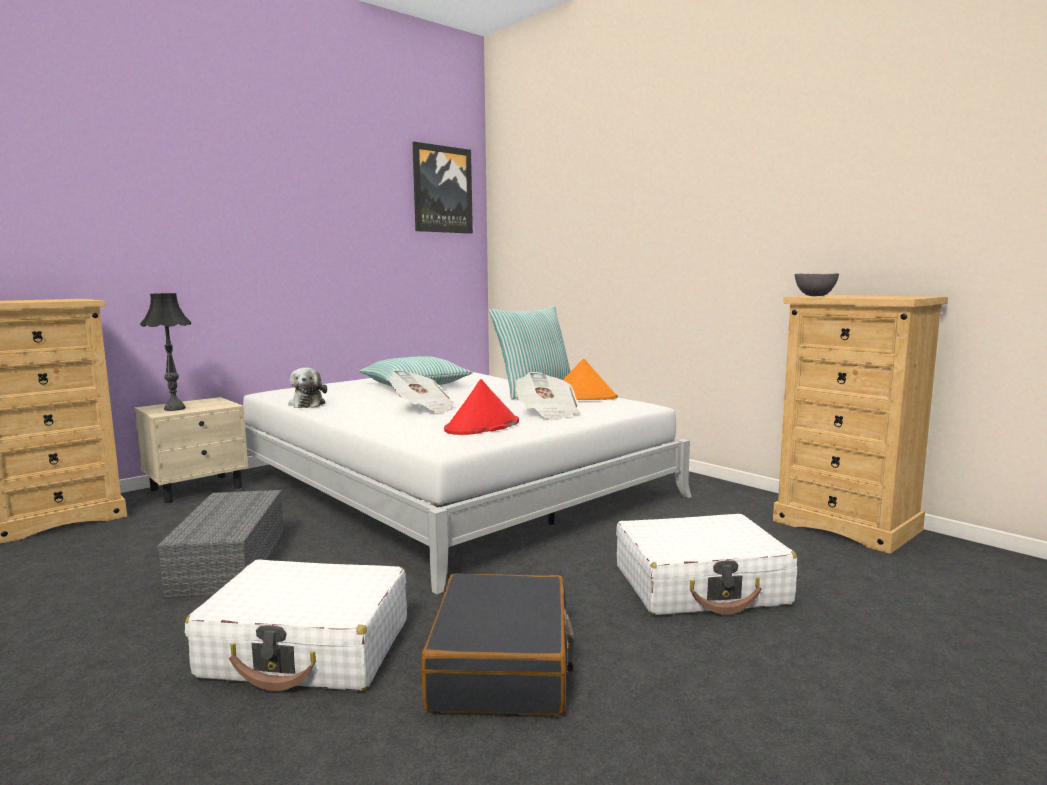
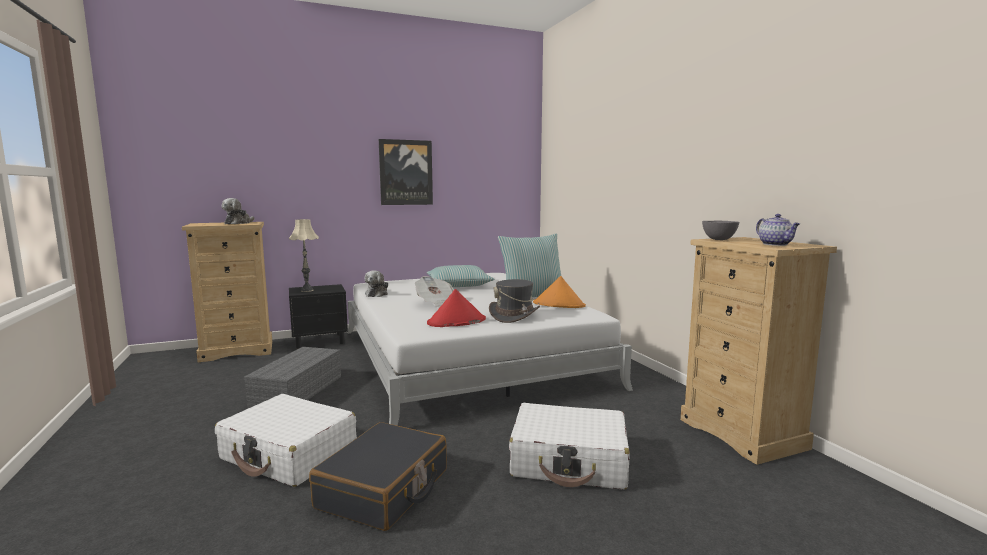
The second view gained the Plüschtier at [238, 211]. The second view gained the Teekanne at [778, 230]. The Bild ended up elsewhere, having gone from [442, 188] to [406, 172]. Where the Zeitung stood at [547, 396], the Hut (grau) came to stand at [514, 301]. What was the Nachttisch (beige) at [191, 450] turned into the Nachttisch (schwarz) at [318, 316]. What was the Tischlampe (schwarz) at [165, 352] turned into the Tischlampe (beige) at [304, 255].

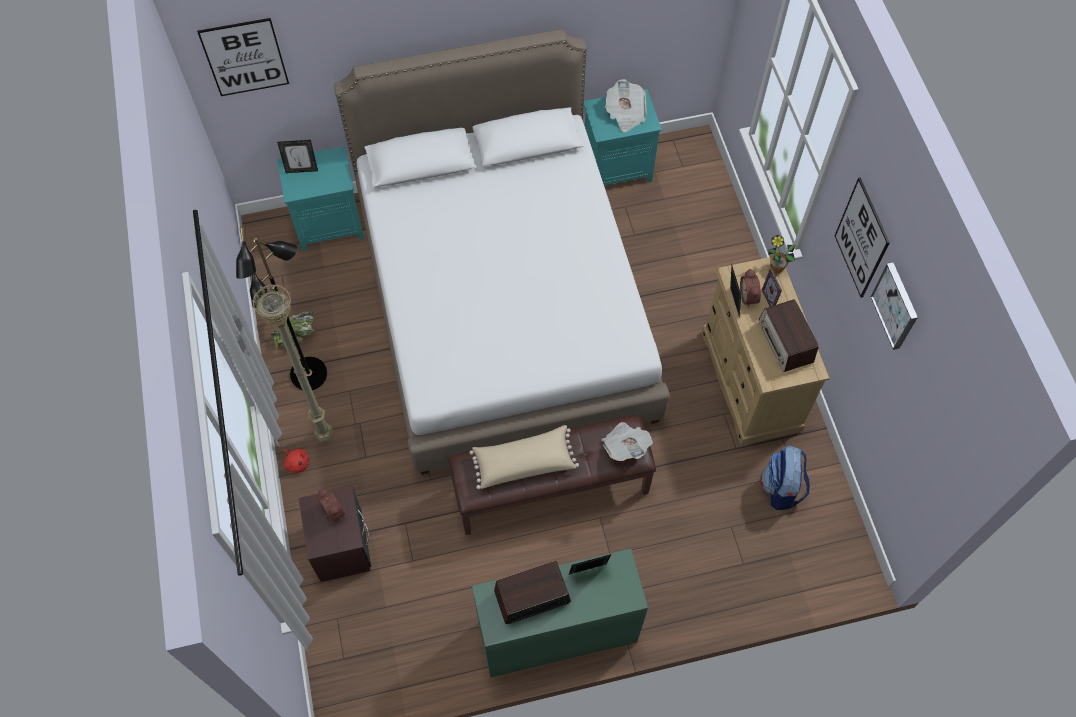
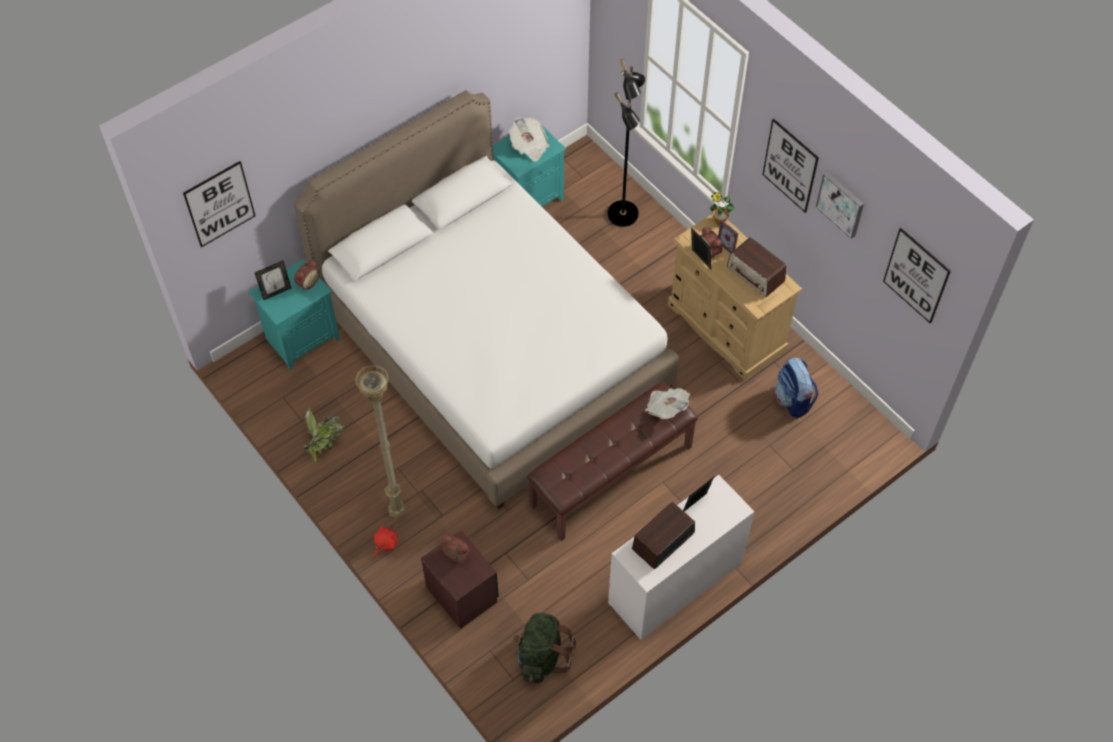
The second view lost the Kissen (beige) at [524, 457]. The second view gained the Wecker at [307, 275]. The second view gained the Rucksack (grün) at [544, 648]. The second view gained the Bild at [917, 275]. The Stehlampe (schwarz) ended up elsewhere, having gone from [281, 308] to [626, 143]. What was the Schreibtisch (grün) at [560, 613] turned into the Schreibtisch (weiß) at [681, 557]. The Plüschtier (rot) at [296, 460] ended up facing another way, 75 degrees counterclockwise from before.

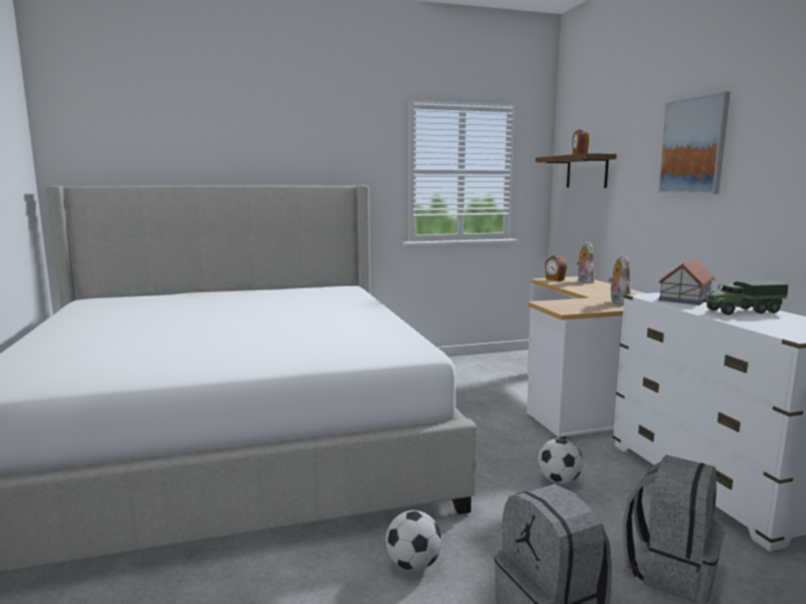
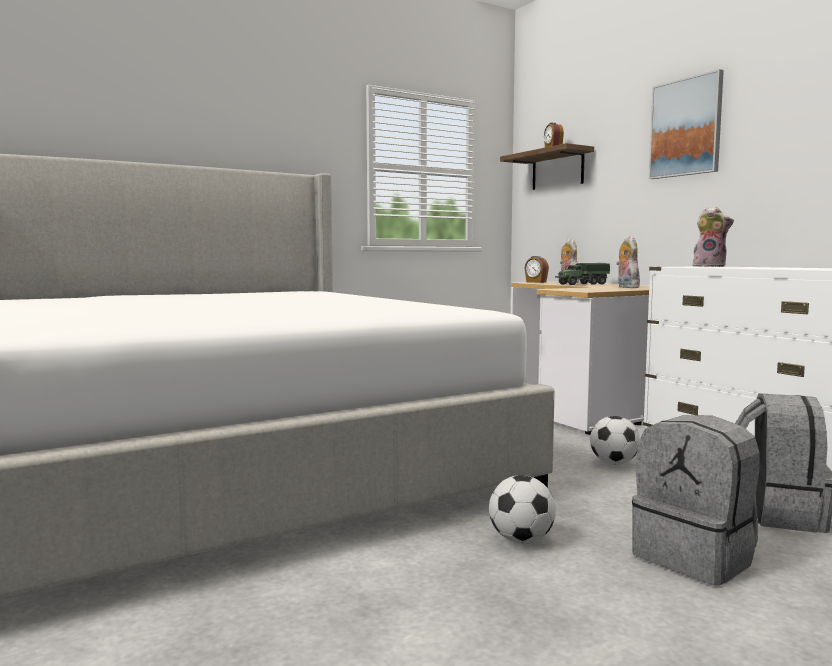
The Spielzeuglaster ended up elsewhere, having gone from [745, 298] to [582, 274]. Where the Spielzeughaus stood at [686, 281], the Plüschtier came to stand at [713, 237].

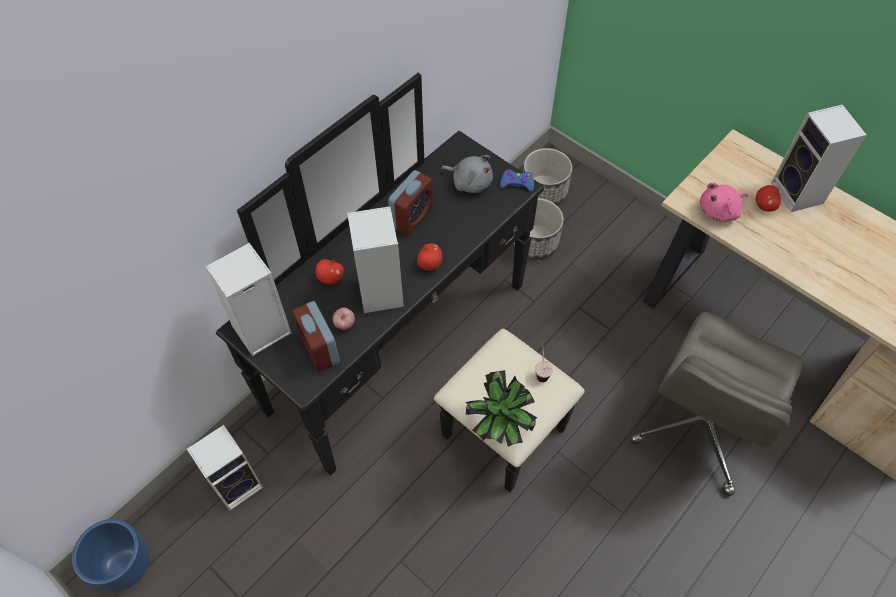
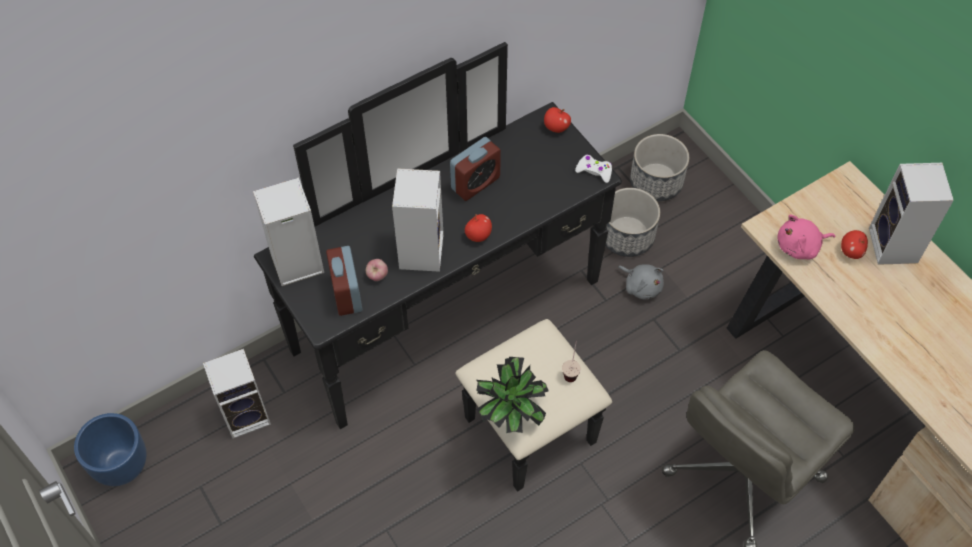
The Apfel ended up elsewhere, having gone from [329, 272] to [557, 120]. The Plüschtier (grau) ended up elsewhere, having gone from [467, 174] to [641, 282]. What was the Gamepad (blau) at [517, 180] turned into the Gamepad (weiß) at [593, 169].

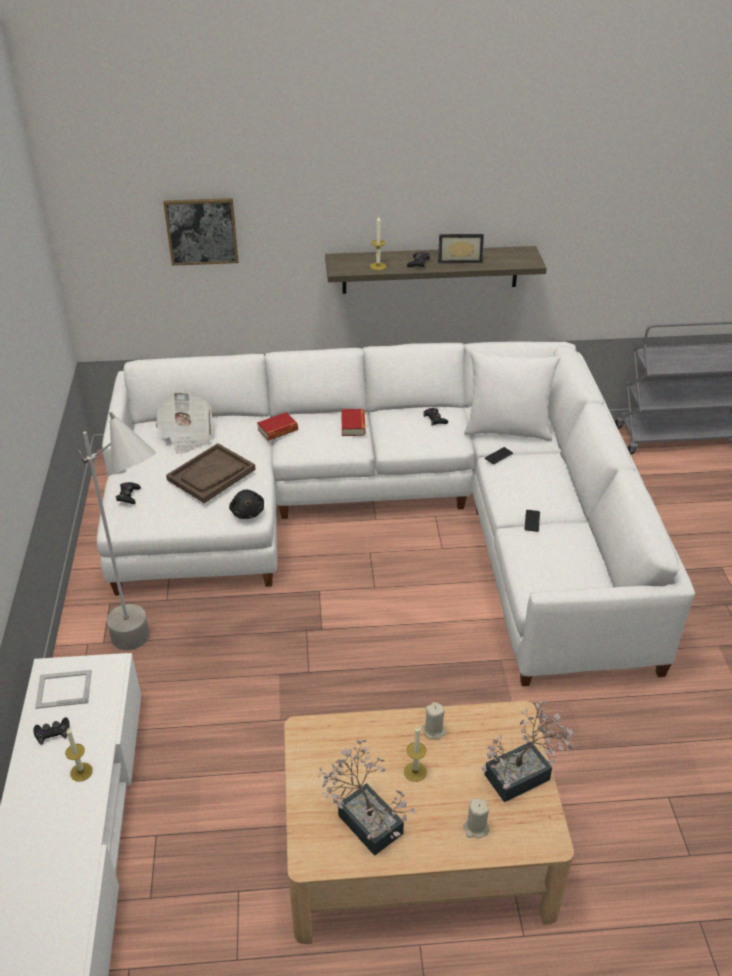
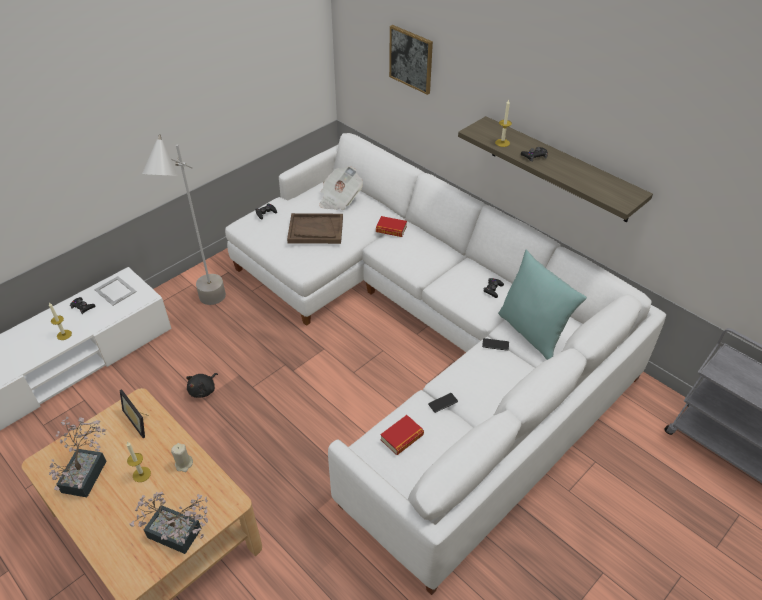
The second view lost the Kerze (beige) at [476, 818]. The Plüschtier (schwarz) ended up elsewhere, having gone from [246, 504] to [202, 385]. The Buch ended up elsewhere, having gone from [353, 422] to [402, 435]. The Bilderrahmen ended up elsewhere, having gone from [461, 248] to [134, 413]. What was the Kissen (weiß) at [512, 396] turned into the Kissen (türkis) at [542, 305].

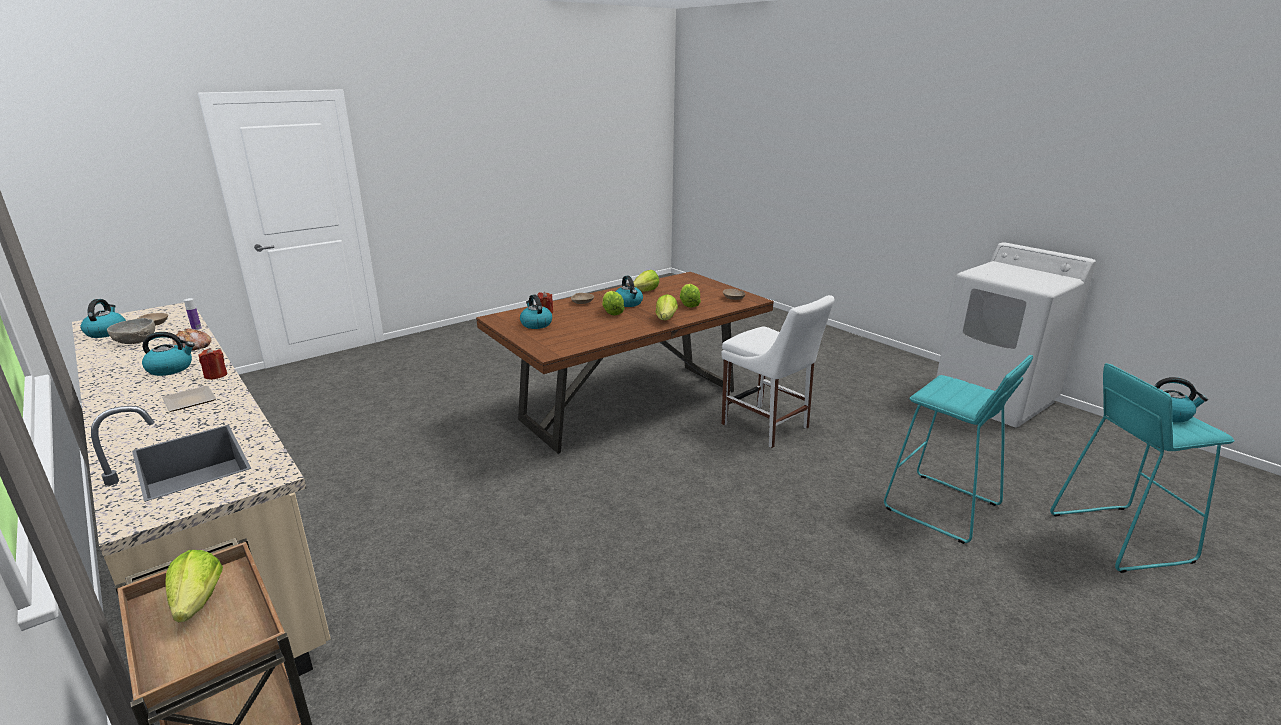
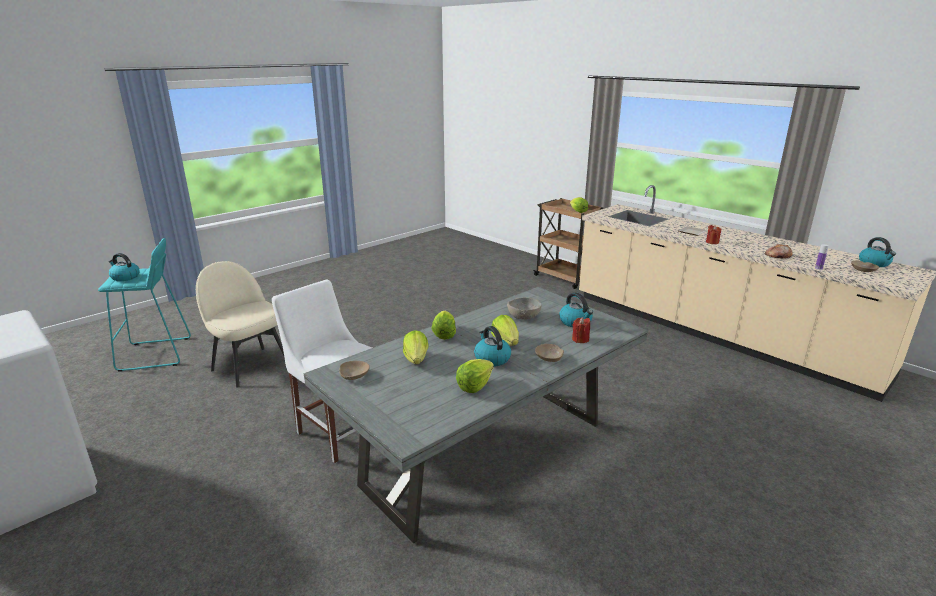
The second view lost the Wasserkessel at [168, 354]. The Schüssel (grau) ended up elsewhere, having gone from [131, 331] to [524, 309]. Where the Hocker (türkis) stood at [958, 449], the Stuhl (beige) came to stand at [240, 324]. What was the Esstisch (braun) at [625, 363] turned into the Esstisch (grau) at [475, 415].

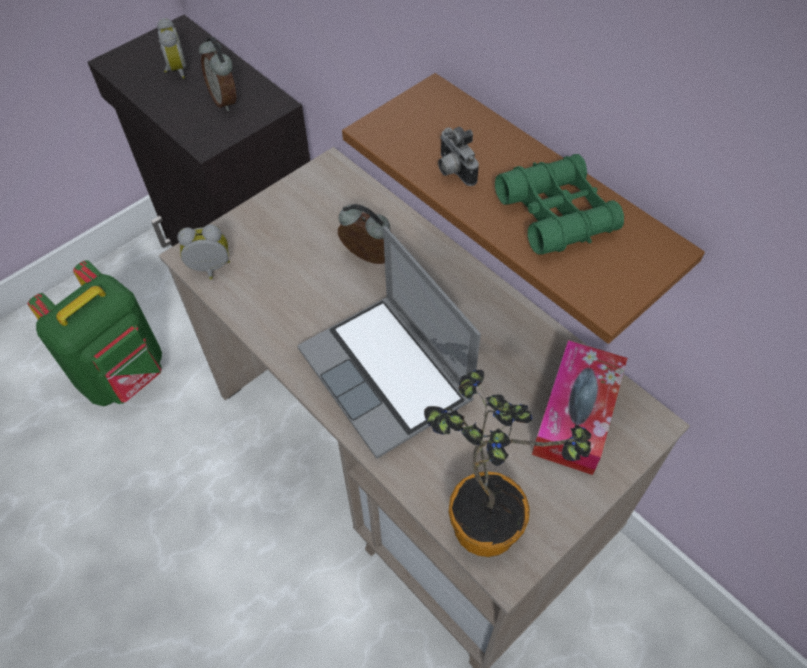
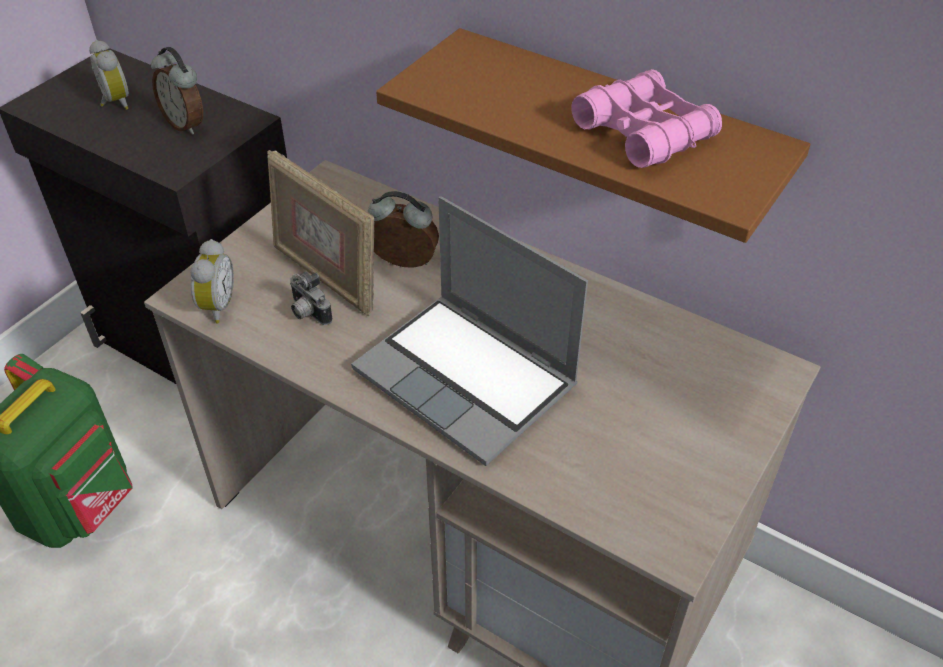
The second view lost the Topfpflanze at [507, 463]. The second view lost the Taschentuchbox at [579, 407]. The second view gained the Bilderrahmen at [321, 233]. The Kamera ended up elsewhere, having gone from [458, 156] to [311, 298]. What was the Fernglas (grün) at [559, 204] turned into the Fernglas (rosa) at [646, 118]. The Wecker at [203, 252] ended up facing another way, 120 degrees clockwise from before.

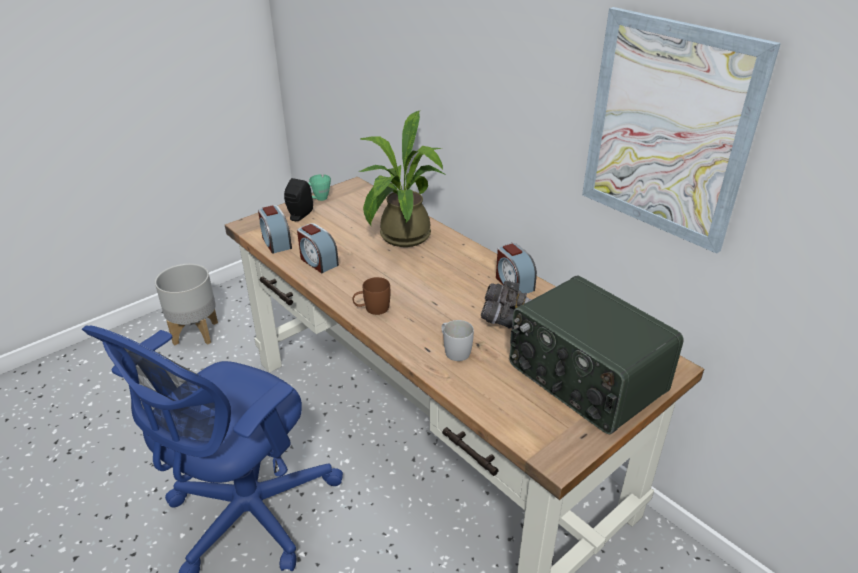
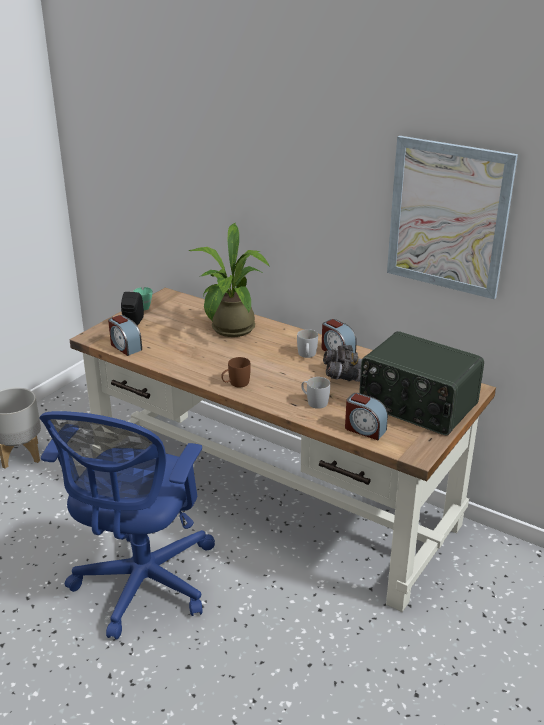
The second view gained the Henkelbecher (weiß) at [307, 343]. The Wecker ended up elsewhere, having gone from [318, 248] to [366, 416].

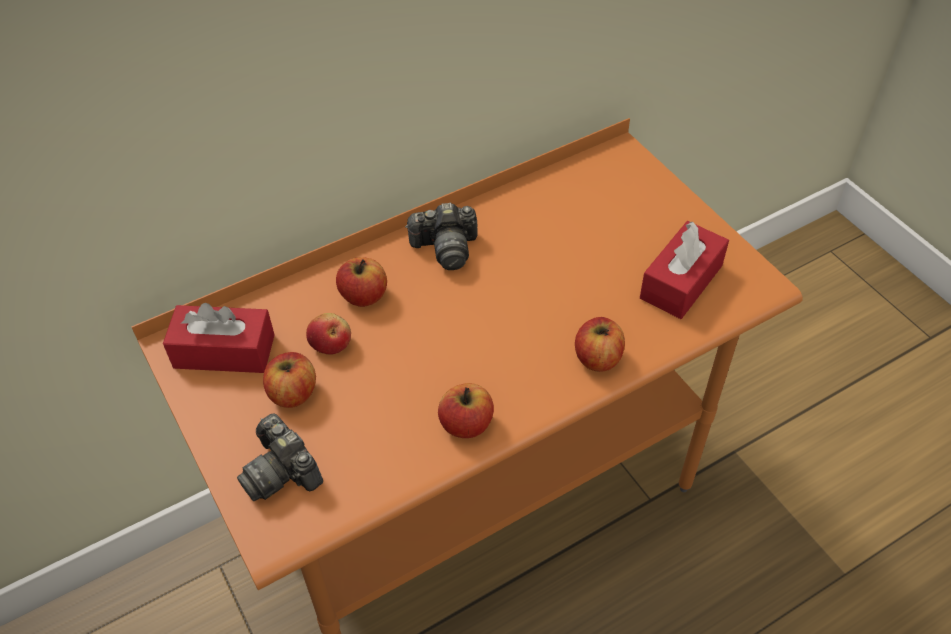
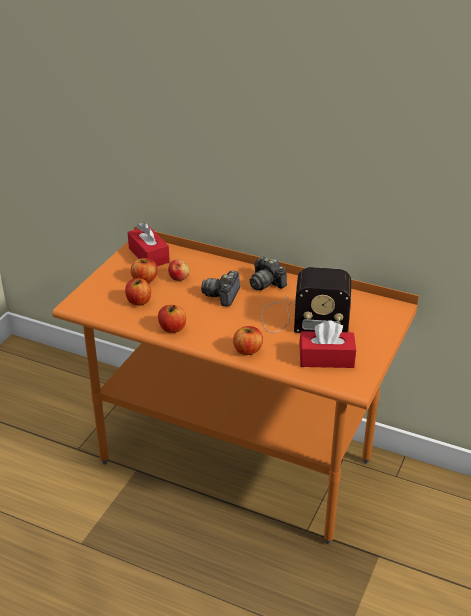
The second view gained the Radio at [306, 300]. The Kamera ended up elsewhere, having gone from [280, 457] to [220, 288]. The Apfel ended up elsewhere, having gone from [361, 282] to [138, 292].

